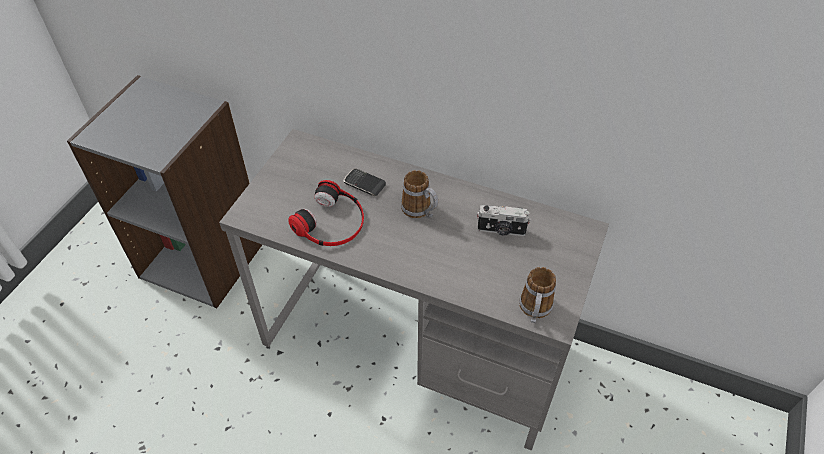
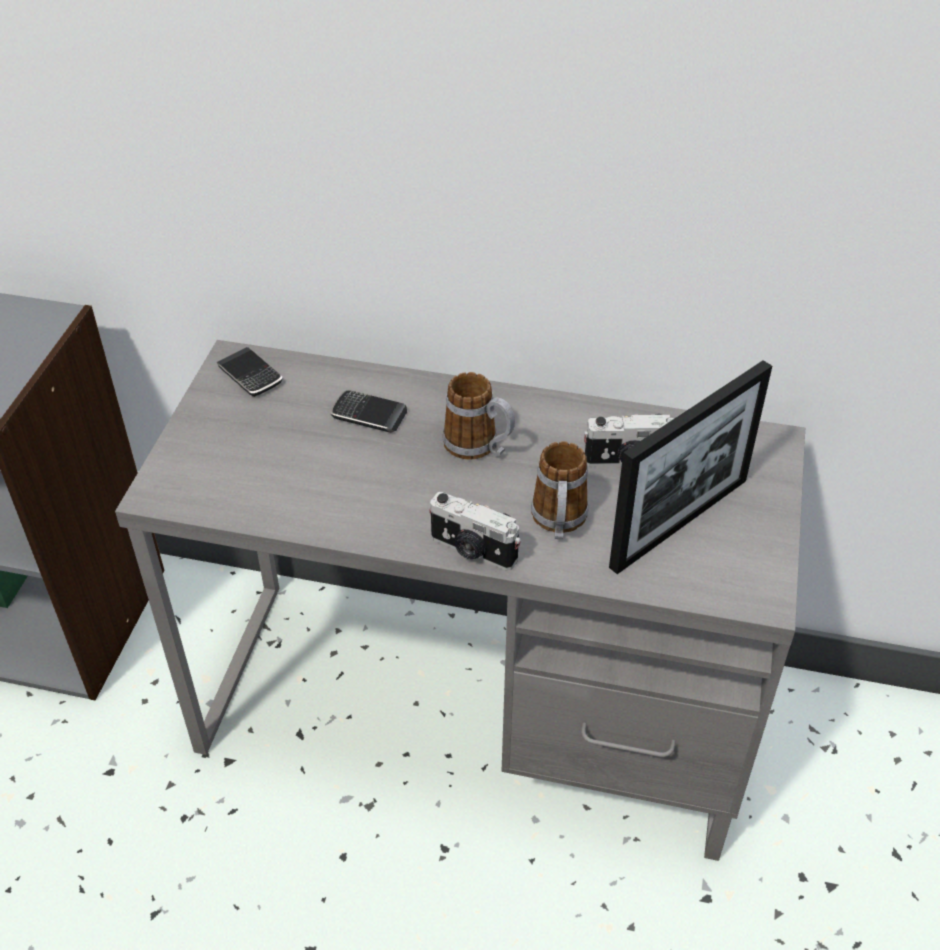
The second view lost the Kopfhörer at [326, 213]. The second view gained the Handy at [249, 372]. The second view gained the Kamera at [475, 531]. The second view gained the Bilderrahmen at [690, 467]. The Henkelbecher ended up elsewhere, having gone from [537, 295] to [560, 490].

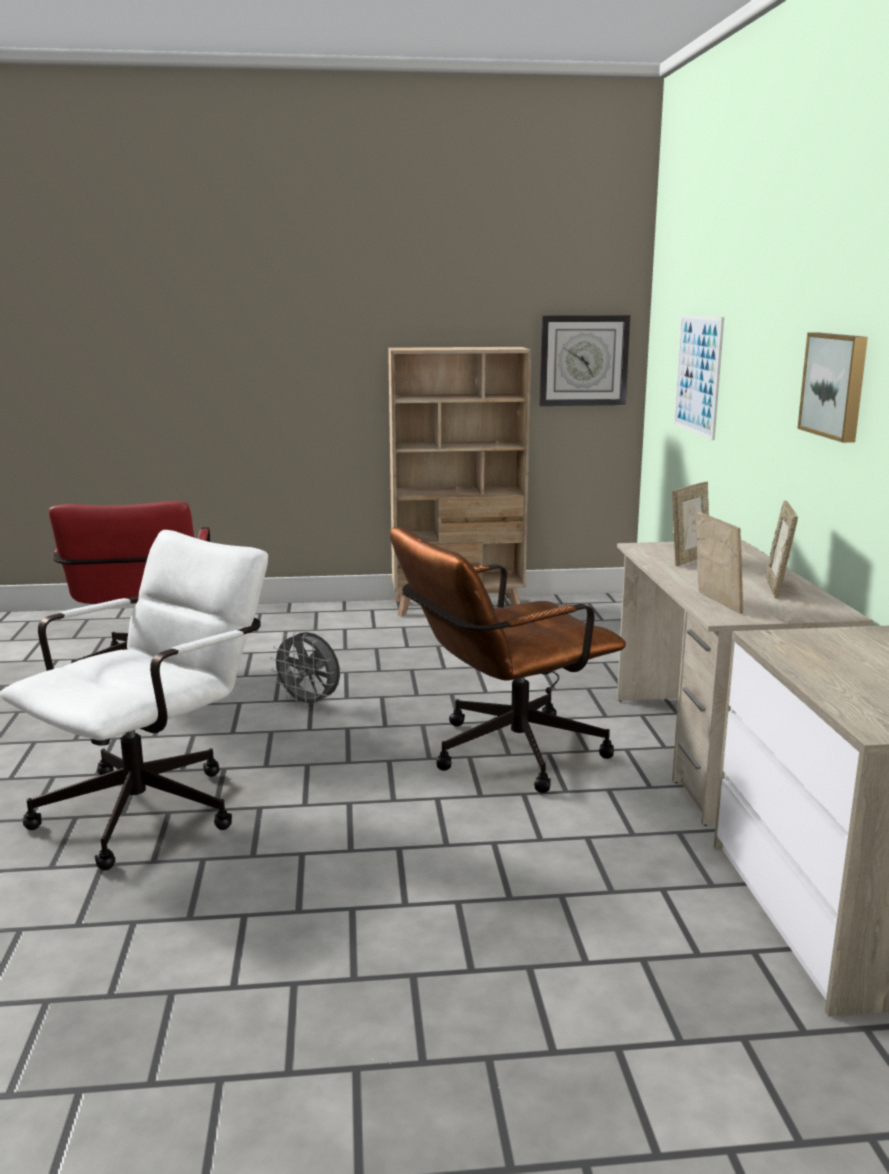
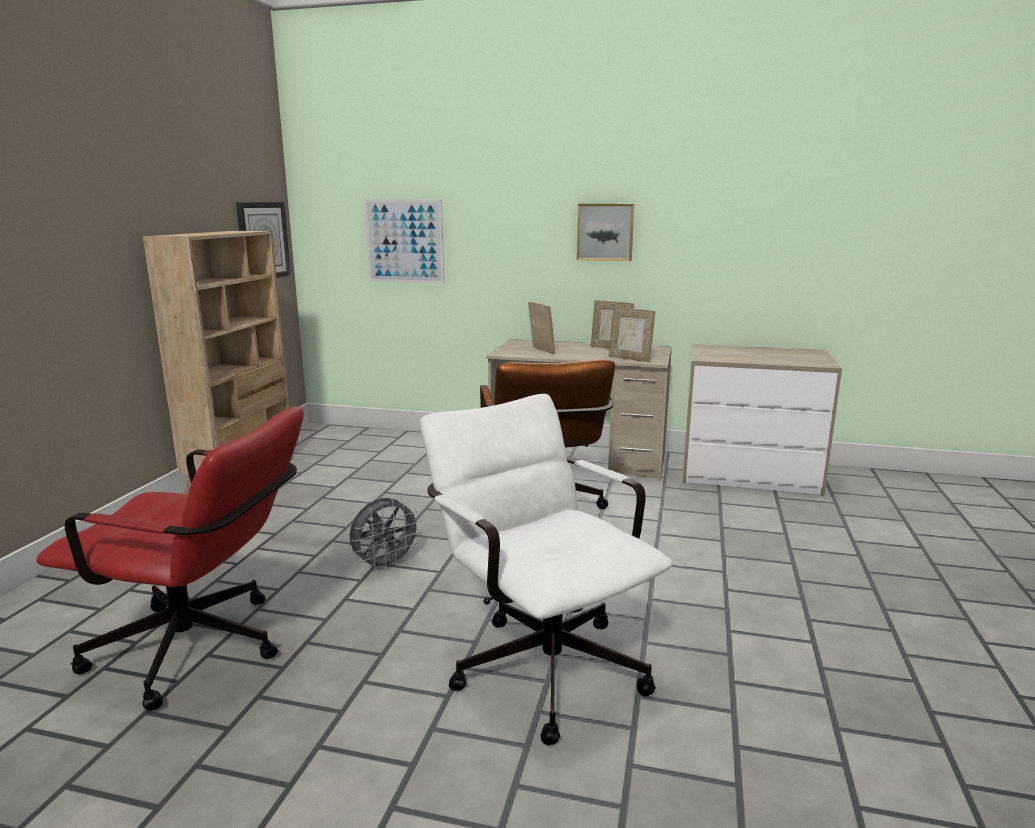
The Bilderrahmen at [719, 563] ended up facing another way, 150 degrees counterclockwise from before.

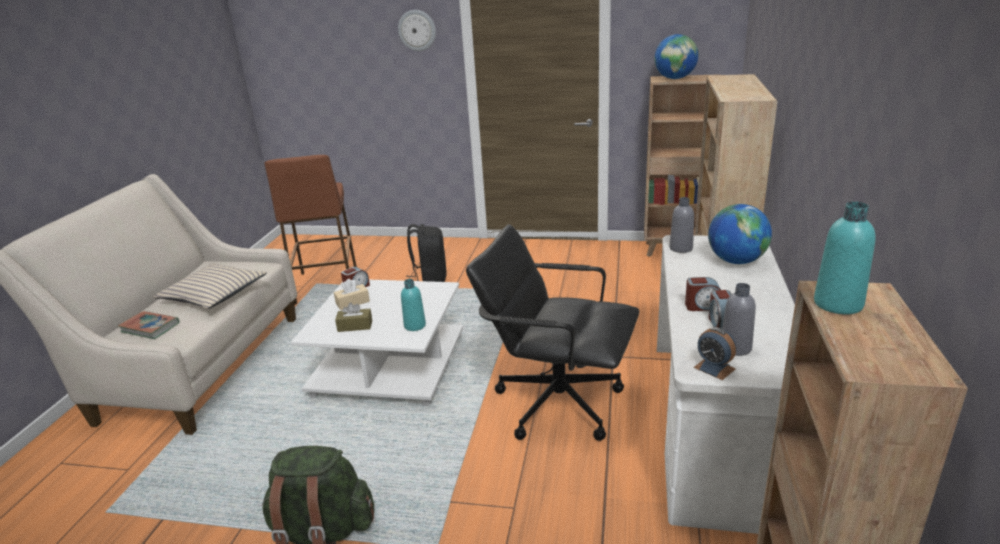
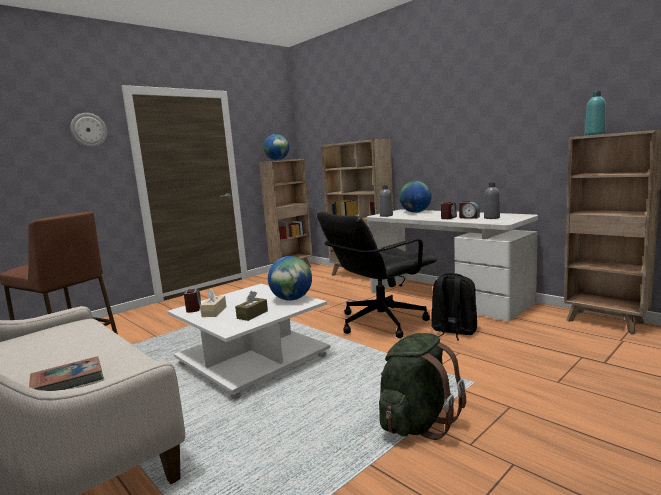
The second view lost the Kissen (beige) at [210, 286]. The second view lost the Wecker at [715, 353]. The Rucksack (schwarz) ended up elsewhere, having gone from [426, 253] to [454, 306]. Where the Flasche (türkis) stood at [413, 305], the Globus came to stand at [290, 278].

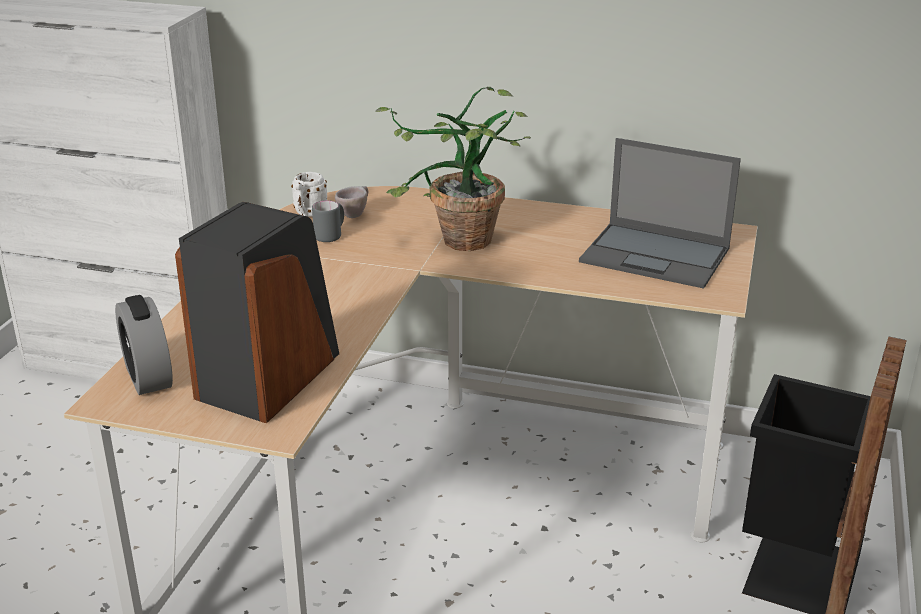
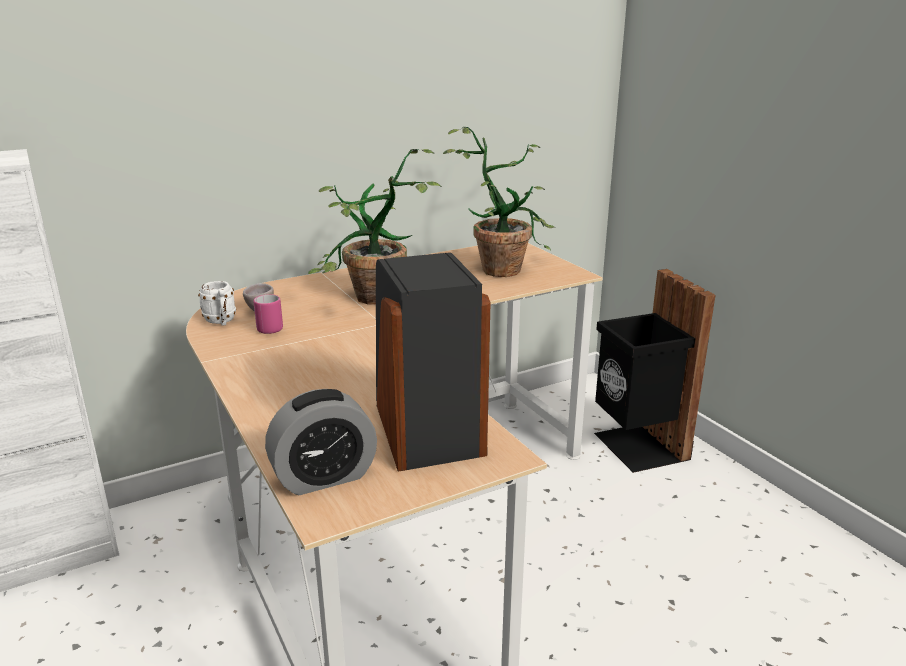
Where the Laptop stood at [660, 213], the Topfpflanze came to stand at [499, 202]. What was the Henkelbecher (grau) at [328, 221] turned into the Henkelbecher (rosa) at [268, 314]. The Wecker at [144, 345] ended up facing another way, 45 degrees counterclockwise from before.

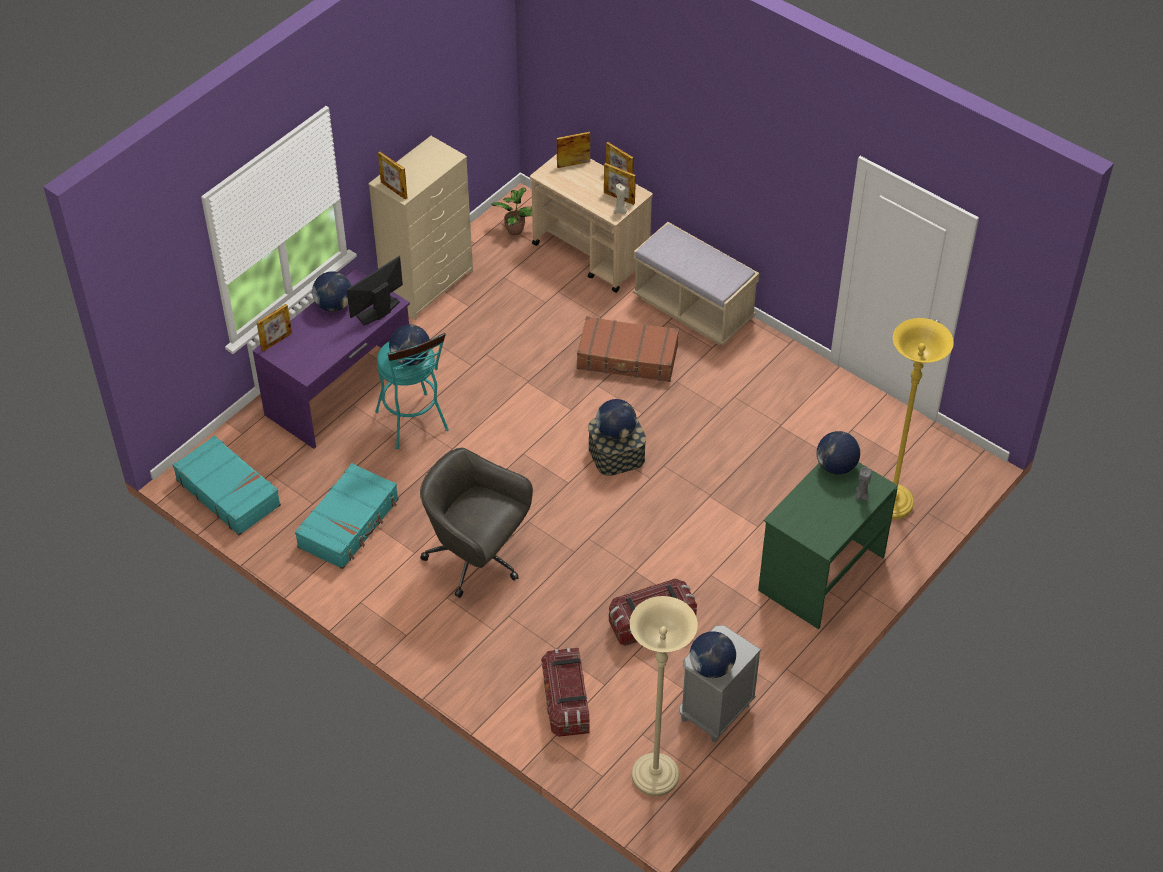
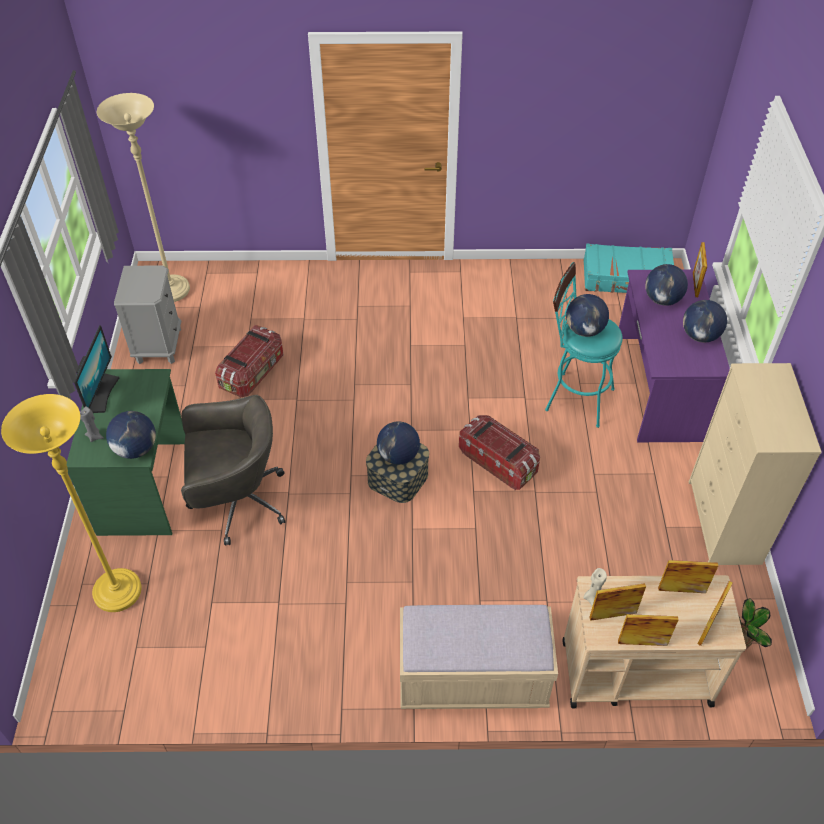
The second view lost the Koffer (türkis) at [347, 516]. The second view lost the Koffer (braun) at [628, 349]. The Monitor ended up elsewhere, having gone from [375, 290] to [96, 369]. The Bilderrahmen ended up elsewhere, having gone from [392, 176] to [688, 576]. The Bürostuhl (grau) ended up elsewhere, having gone from [476, 523] to [233, 470]. The Aufbewahrungsbox ended up elsewhere, having gone from [565, 692] to [499, 452]. The Globus ended up elsewhere, having gone from [713, 654] to [666, 285].

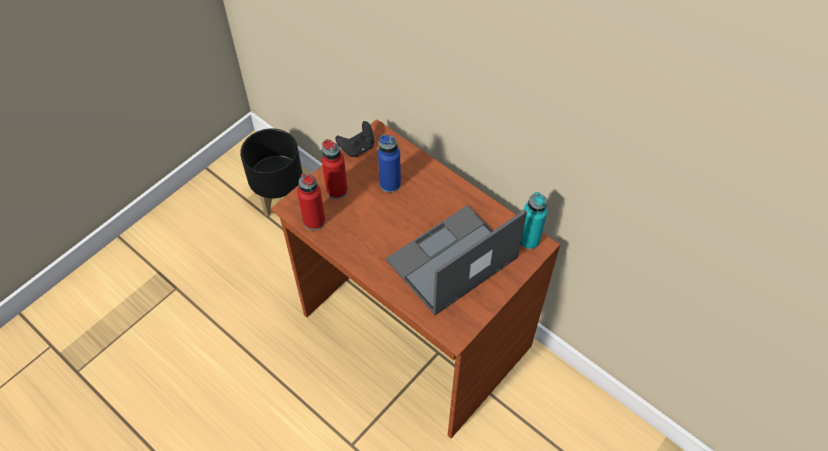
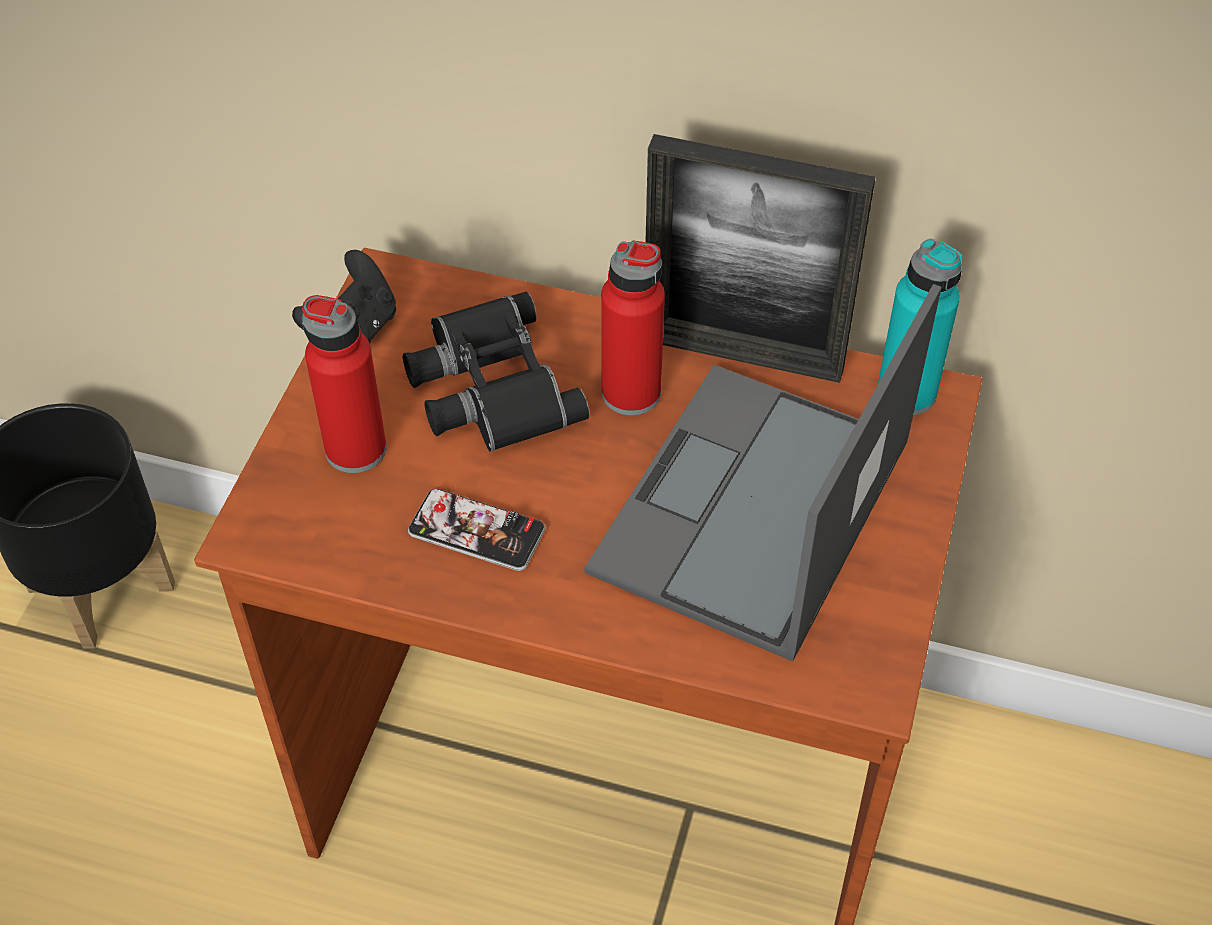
The second view gained the Handy at [477, 530]. The second view gained the Bilderrahmen at [760, 258]. The Flasche (rot) ended up elsewhere, having gone from [311, 201] to [633, 327]. Where the Flasche (blau) stood at [389, 164], the Fernglas (schwarz) came to stand at [496, 372].

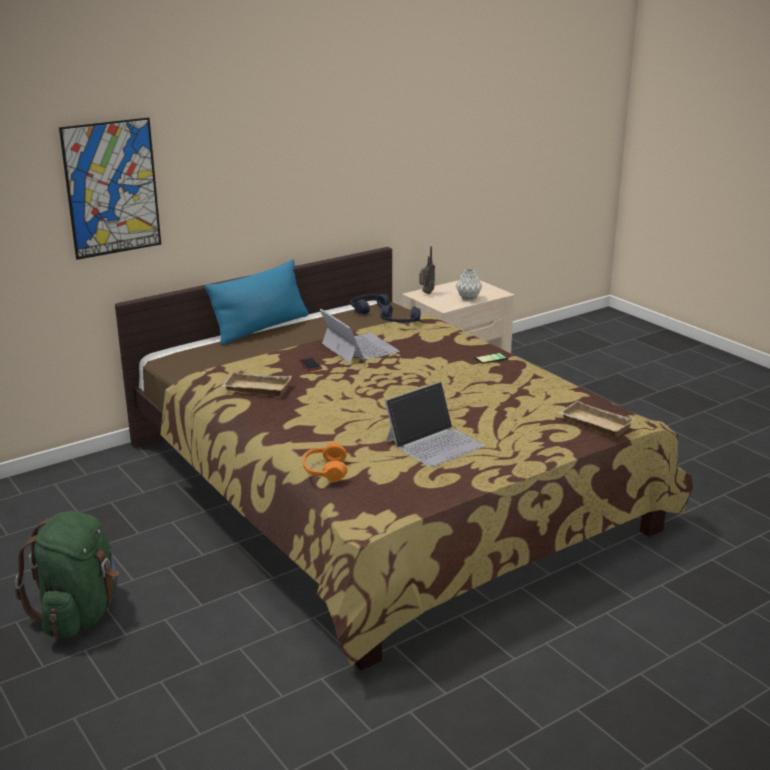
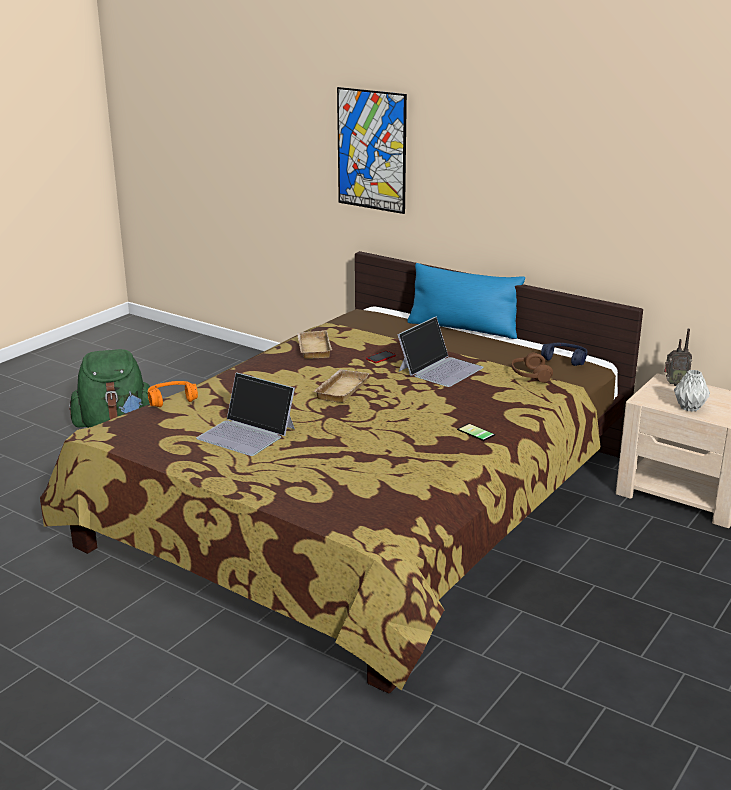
The Tablett (beige) ended up elsewhere, having gone from [596, 419] to [341, 386]. What was the Kopfhörer (blau) at [400, 313] turned into the Kopfhörer (braun) at [532, 367].

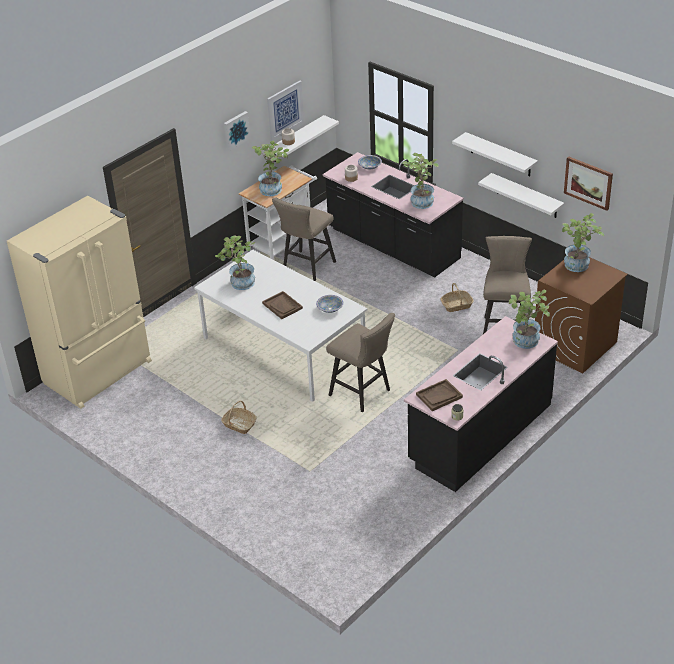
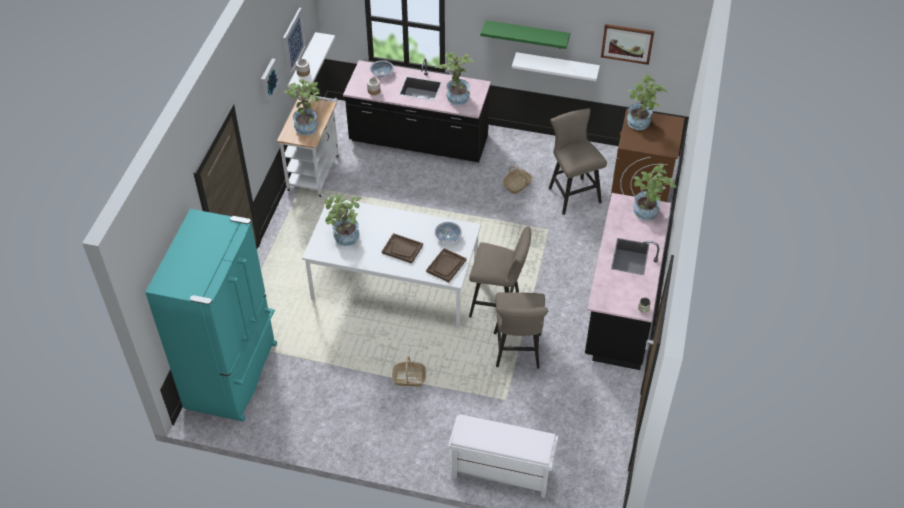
The second view gained the Bank (weiß) at [503, 456]. The Hocker (beige) ended up elsewhere, having gone from [304, 239] to [521, 330]. The Tablett (braun) ended up elsewhere, having gone from [439, 395] to [446, 265]. What was the Kühlschrank (beige) at [79, 302] turned into the Kühlschrank (türkis) at [211, 315]. What was the Wandregal (weiß) at [495, 154] turned into the Wandregal (grün) at [525, 34].

